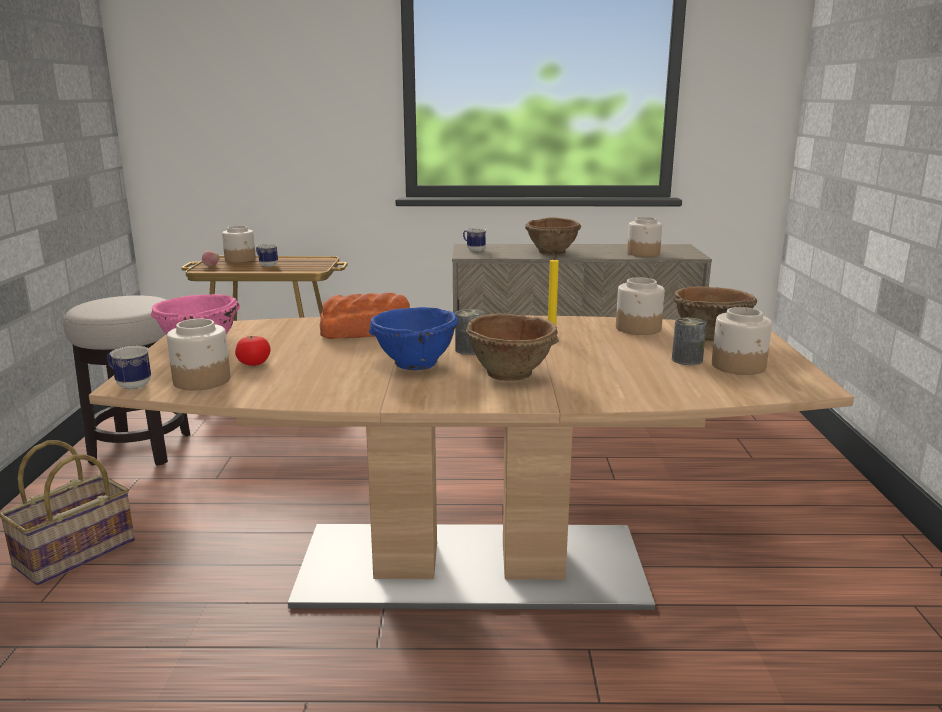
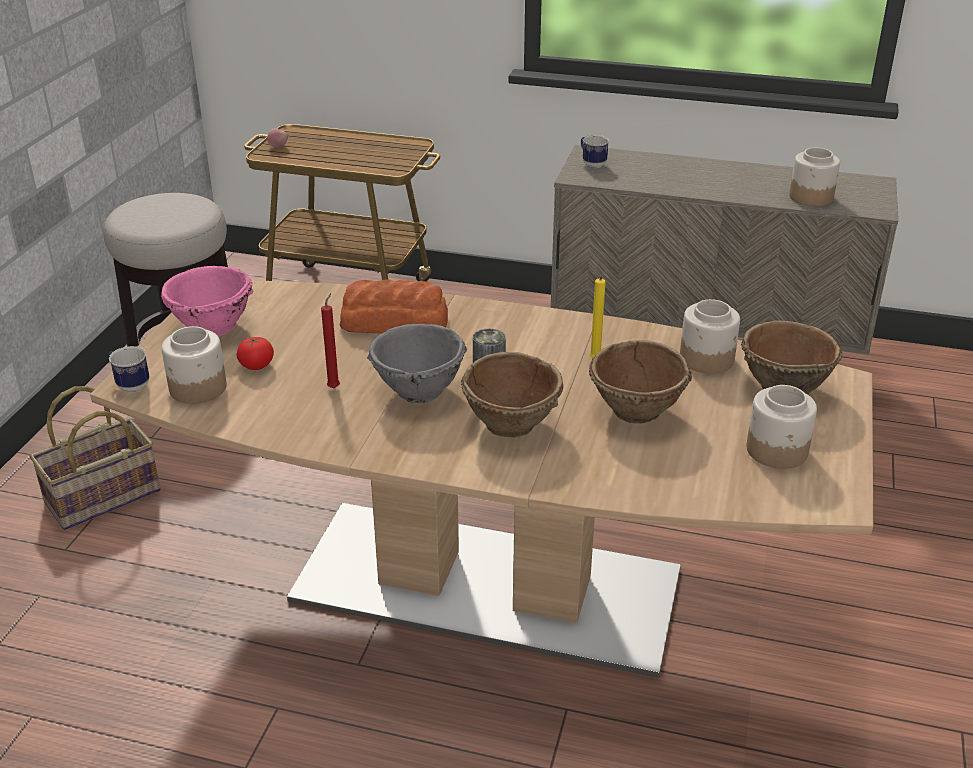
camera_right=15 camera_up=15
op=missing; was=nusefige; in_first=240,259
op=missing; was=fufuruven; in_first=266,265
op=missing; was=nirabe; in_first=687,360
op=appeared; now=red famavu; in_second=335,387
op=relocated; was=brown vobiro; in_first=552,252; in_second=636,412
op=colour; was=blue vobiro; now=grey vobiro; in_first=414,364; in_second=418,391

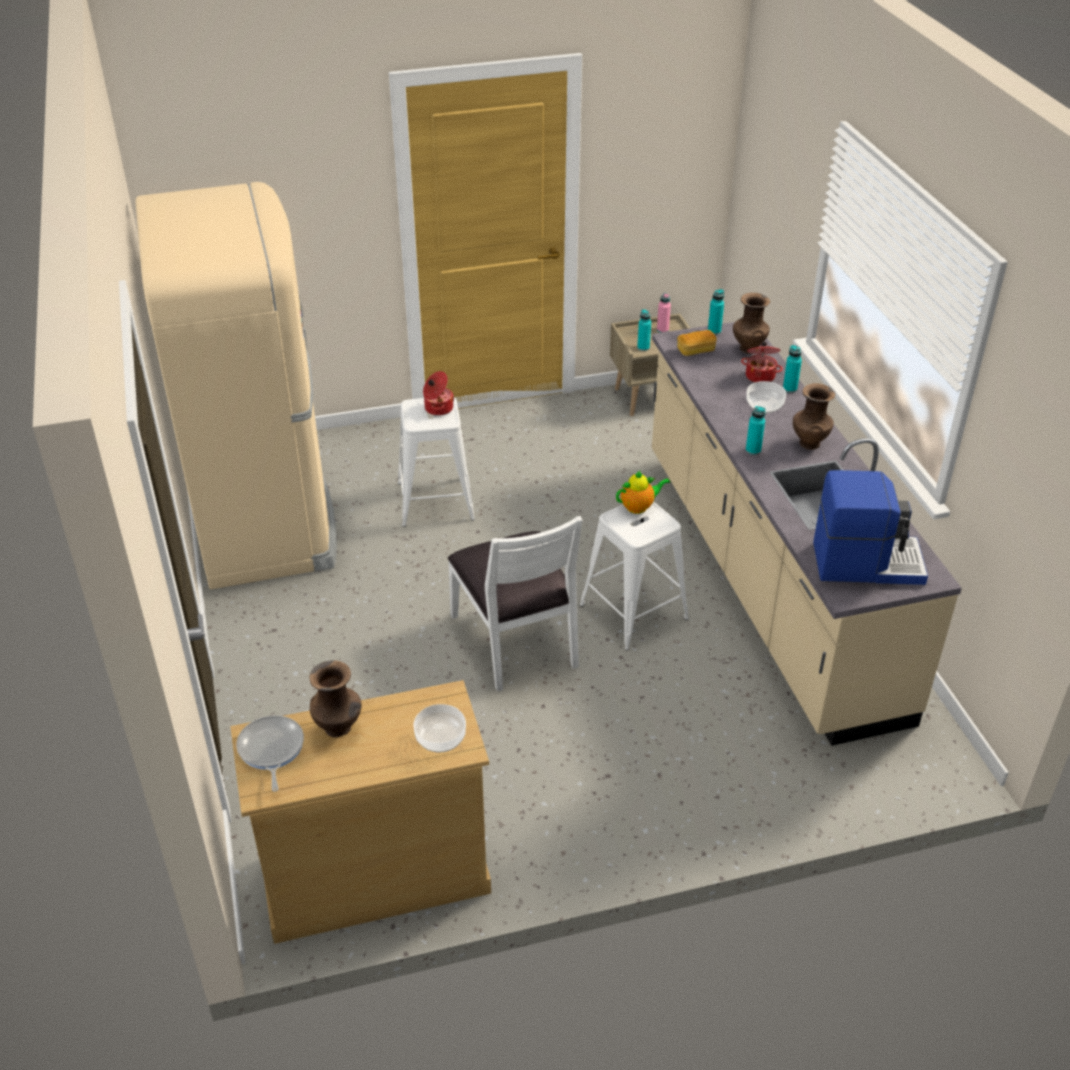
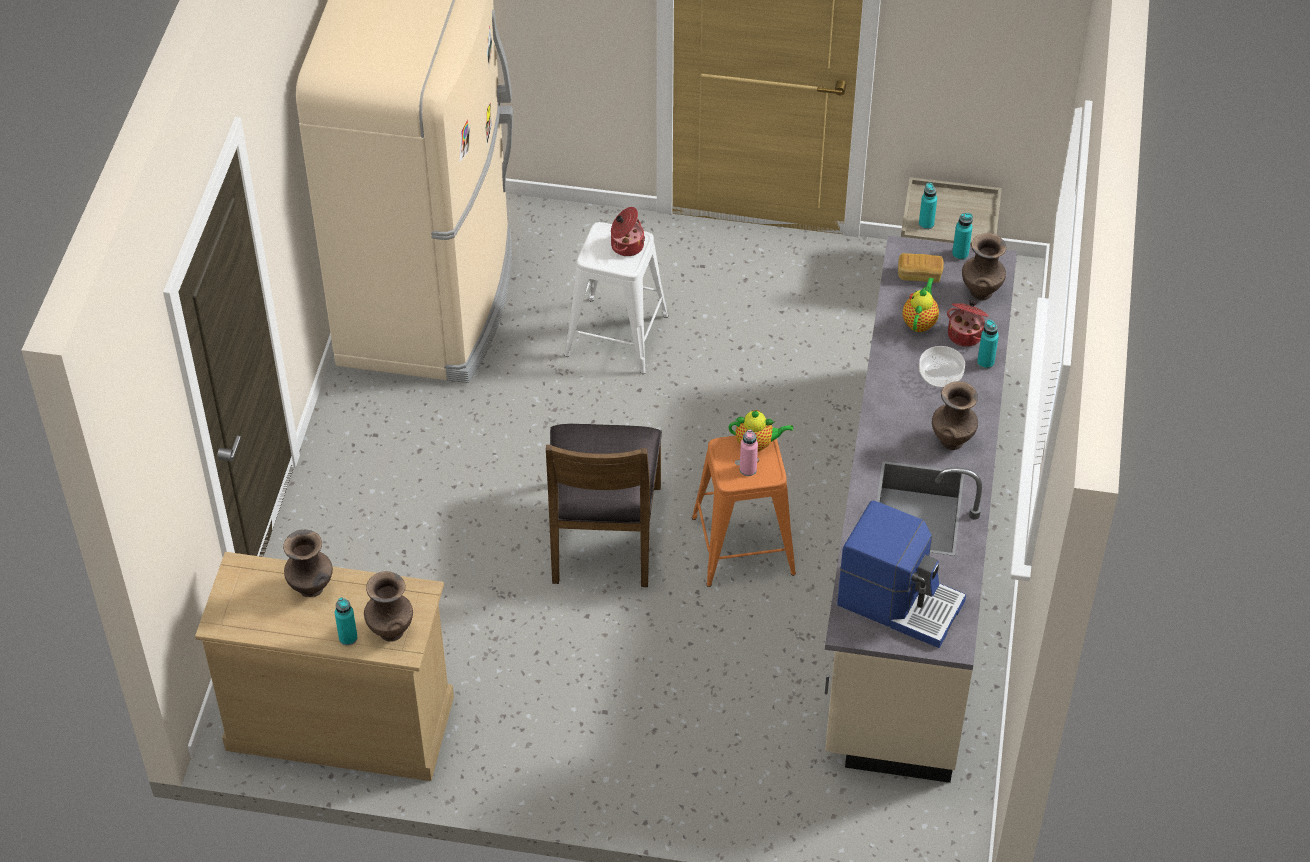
camera_right=25 camera_up=10
op=missing; was=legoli; in_first=271,750
op=appeared; now=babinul; in_second=920,322
op=relocated; was=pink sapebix; in_first=662,330; in_second=748,469
op=relocated; was=turquoise sapebix; in_first=753,450; in_second=348,638
op=exchanged; was=vobiro; now=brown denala; in_first=440,738; in_second=390,630
op=colour; was=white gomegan; now=brown gomegan; in_first=516,640; in_second=603,534
op=colour; was=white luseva; now=orange luseva; in_first=633,612; in_second=743,545

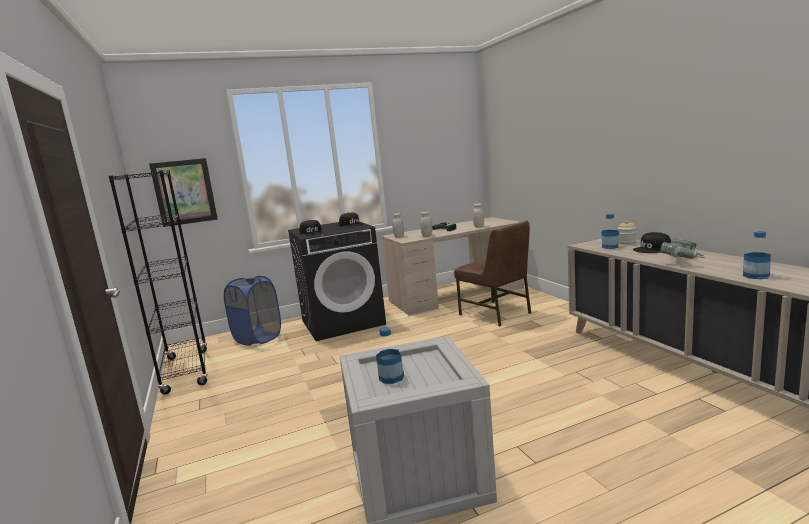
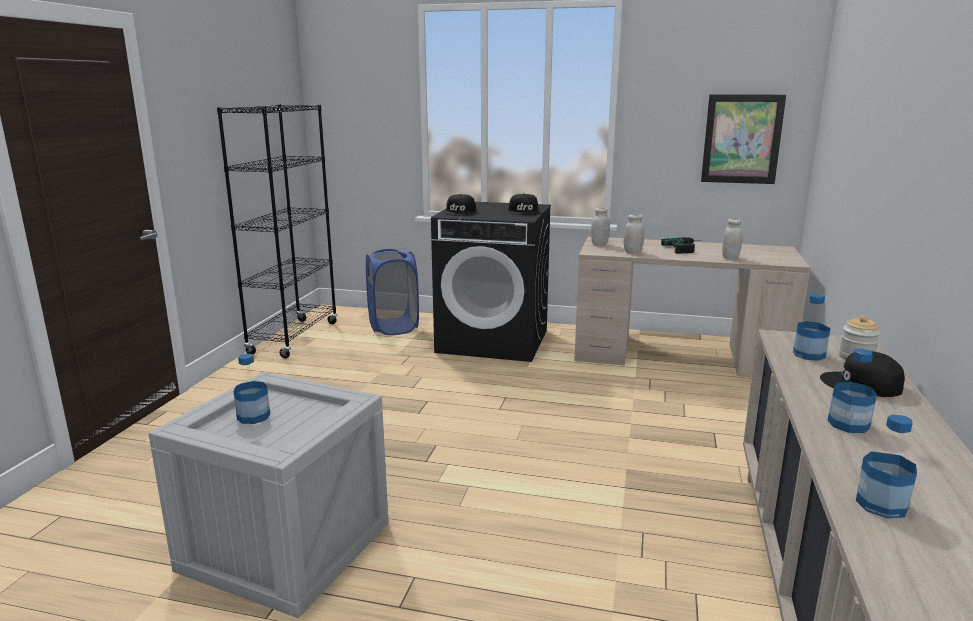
camera_right=35 camera_up=5
op=missing; was=brown gomegan; in_first=496,314
op=relocated; was=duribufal; in_first=184,192; in_second=742,139
op=exchanged; was=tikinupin; now=sapebix; in_first=683,260; in_second=848,424

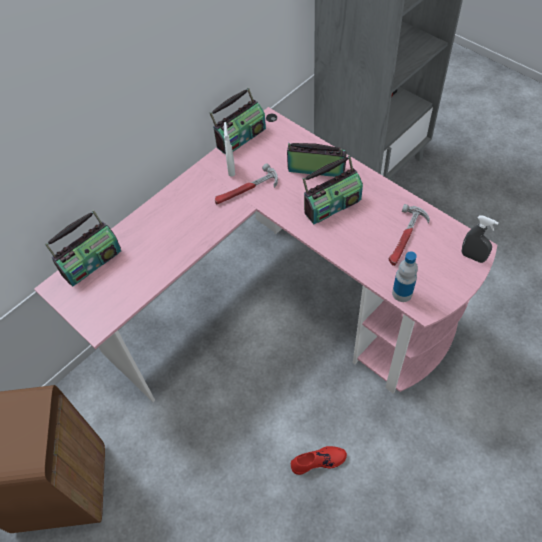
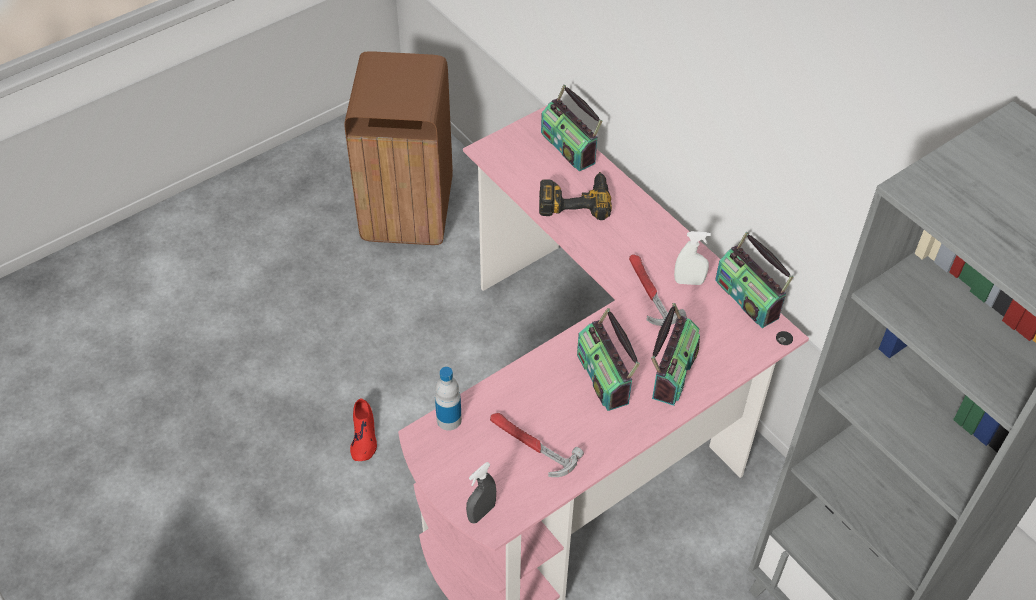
camera_right=95 camera_up=-5
op=appeared; now=tikinupin; in_second=574,199

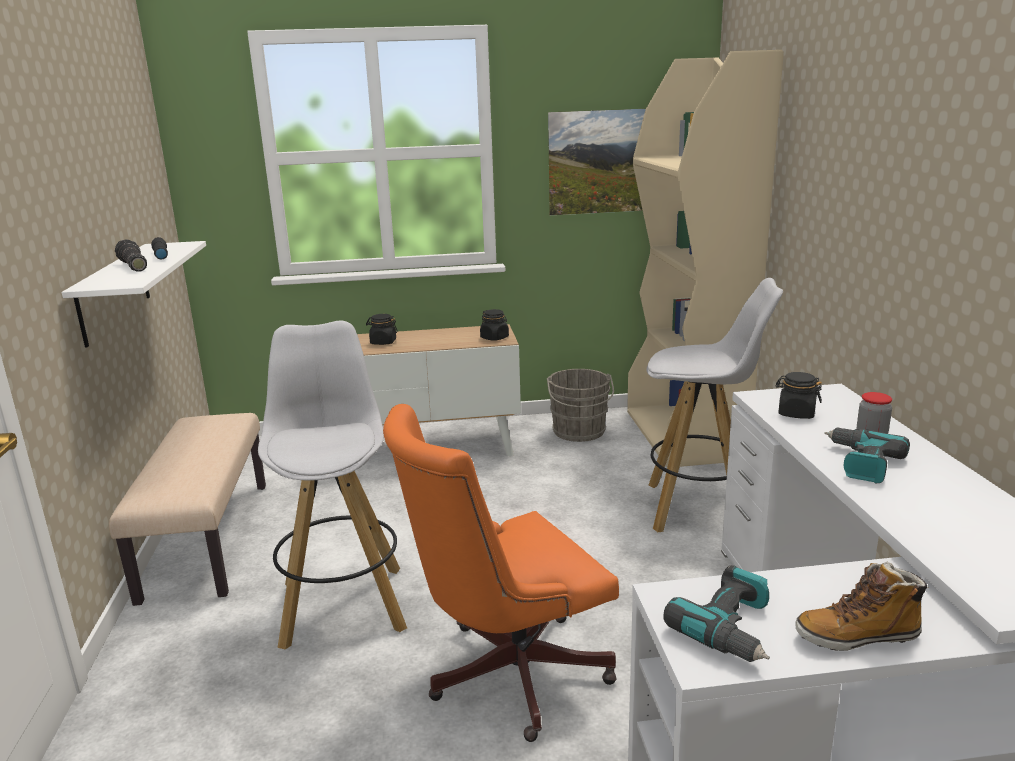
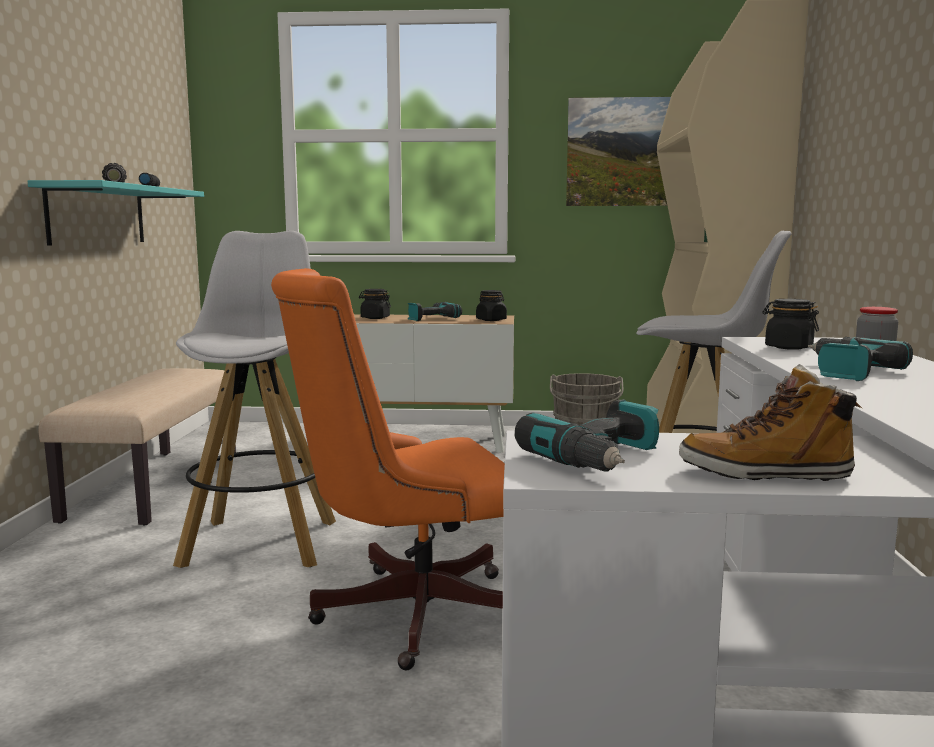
camera_right=10 camera_up=-10
op=appeared; now=tikinupin; in_second=431,318
op=colour; was=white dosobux; now=turquoise dosobux; in_first=114,292; in_second=97,215

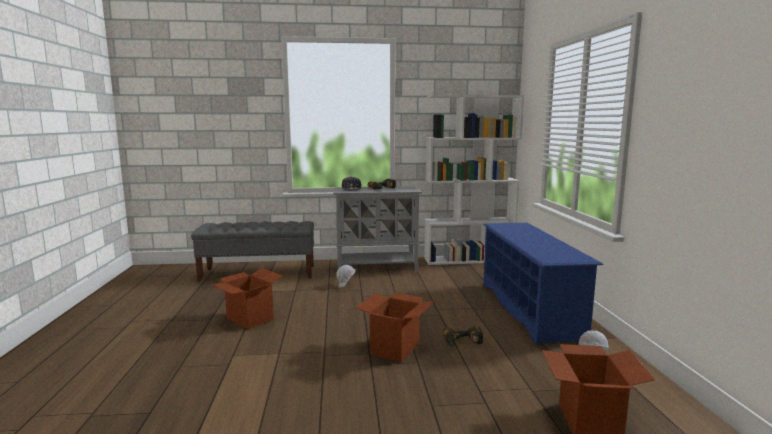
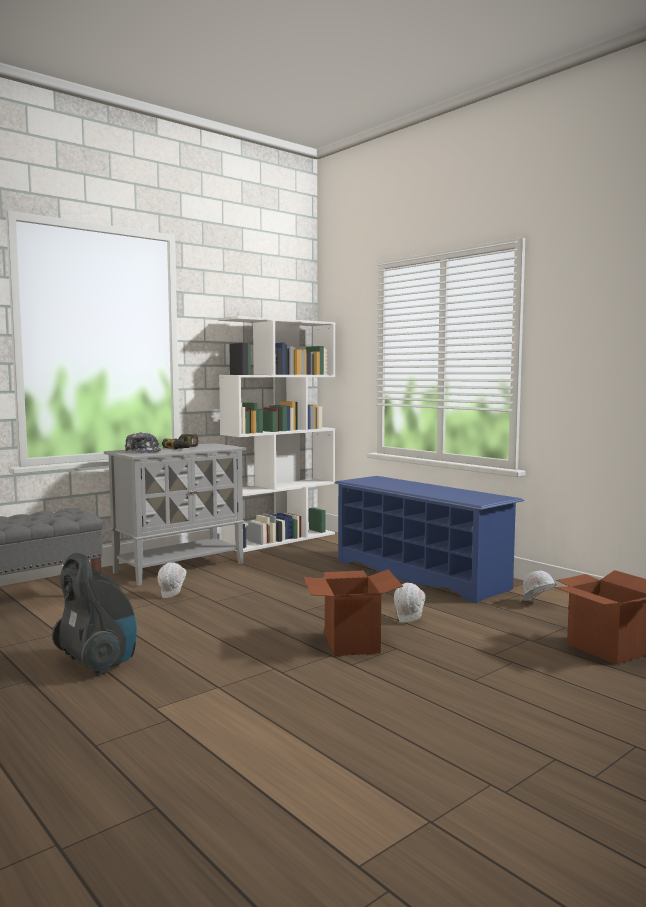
camera_right=-35 camera_up=-5
op=exchanged; was=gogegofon; now=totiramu; in_first=249,319; in_second=98,663
op=exchanged; was=tikinupin; now=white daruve; in_first=463,342; in_second=410,619

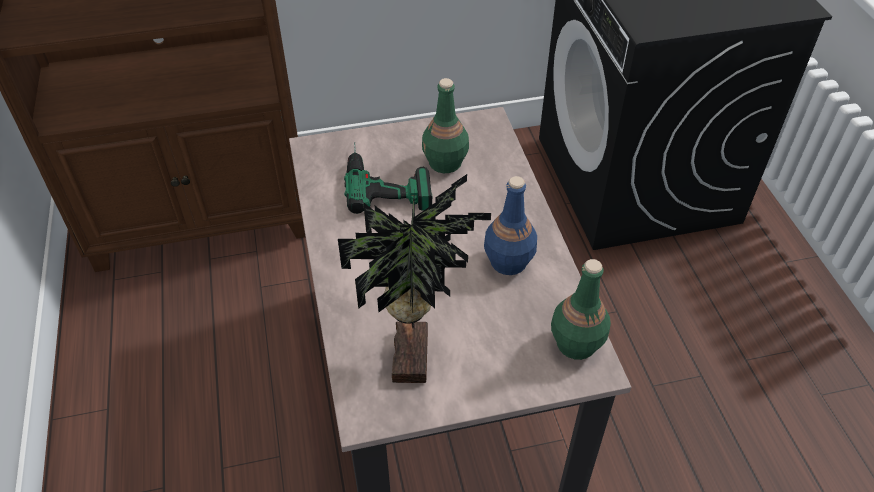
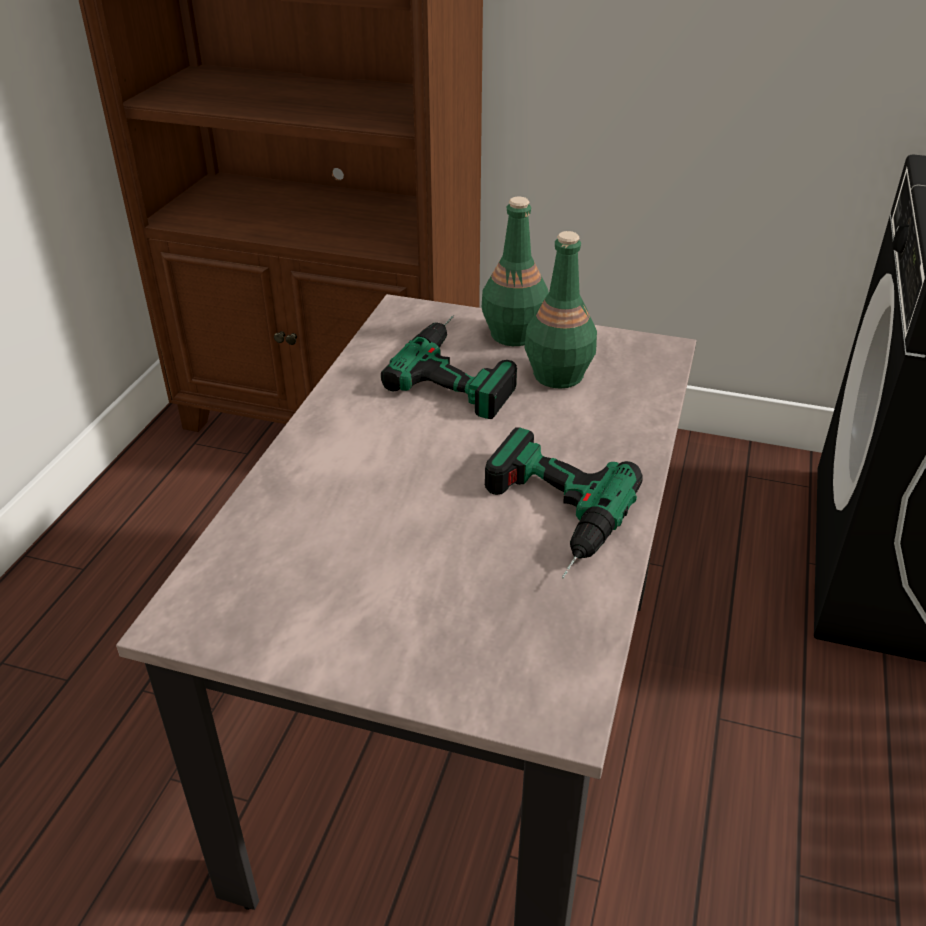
camera_right=30 camera_up=-10
op=missing; was=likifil; in_first=415,355
op=relocated; was=green sapebix; in_first=575,344; in_second=513,335
op=exchanged; was=blue sapebix; now=tikinupin; in_first=508,262; in_second=545,517

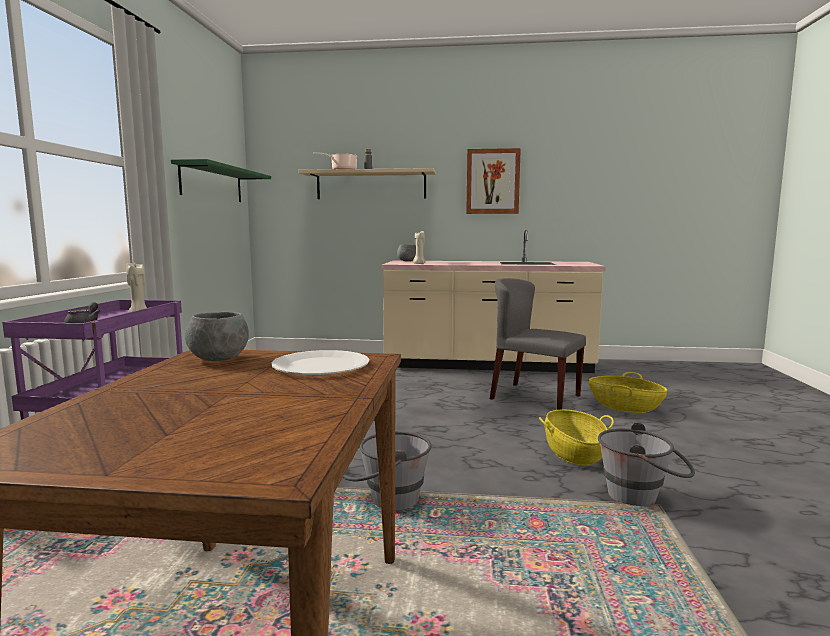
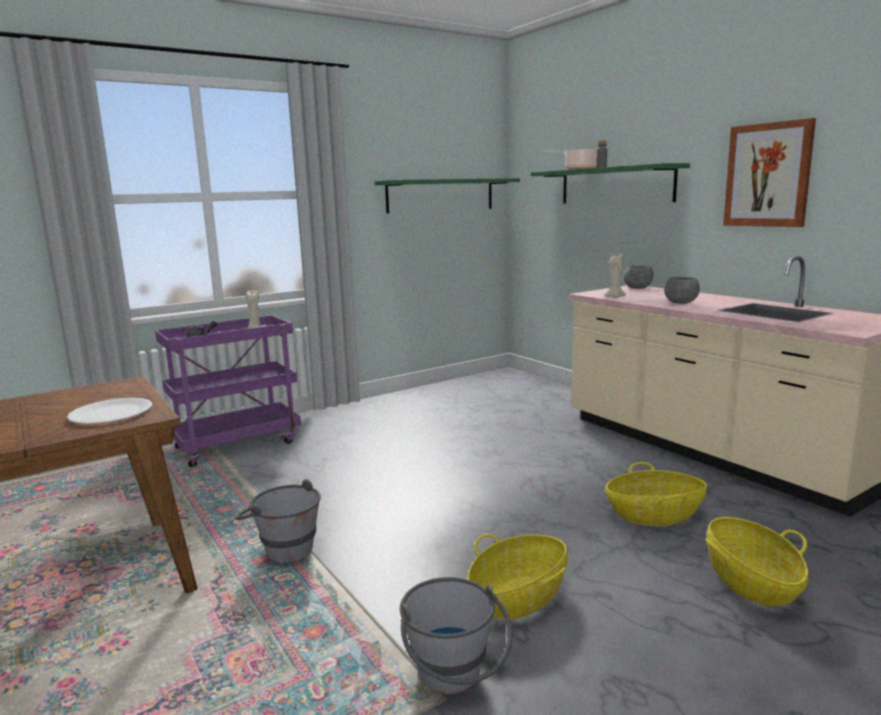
camera_right=50 camera_up=5
op=relocated; was=grey vobiro; in_first=218,359; in_second=680,303
op=exchanged; was=grey gomegan; now=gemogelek; in_first=534,397; in_second=654,515
op=colour; was=beige dosobux; now=green dosobux; in_first=371,185; in_second=615,185

